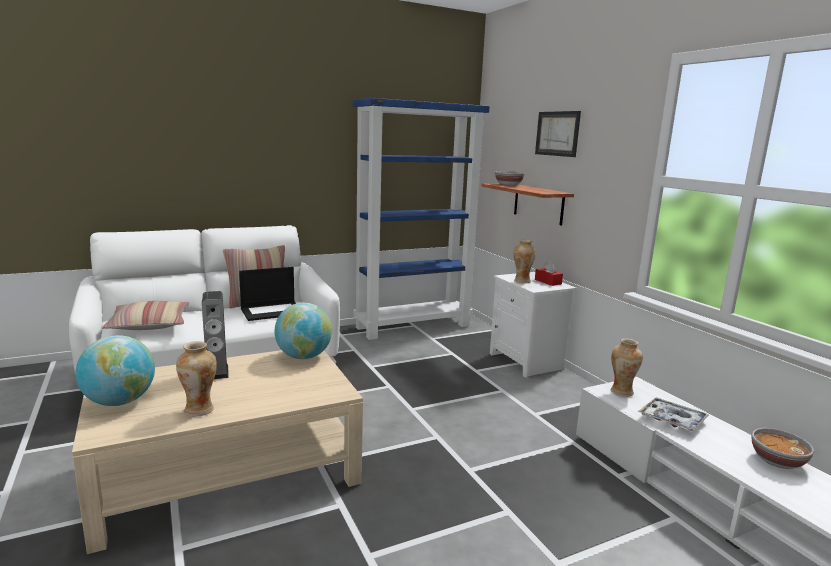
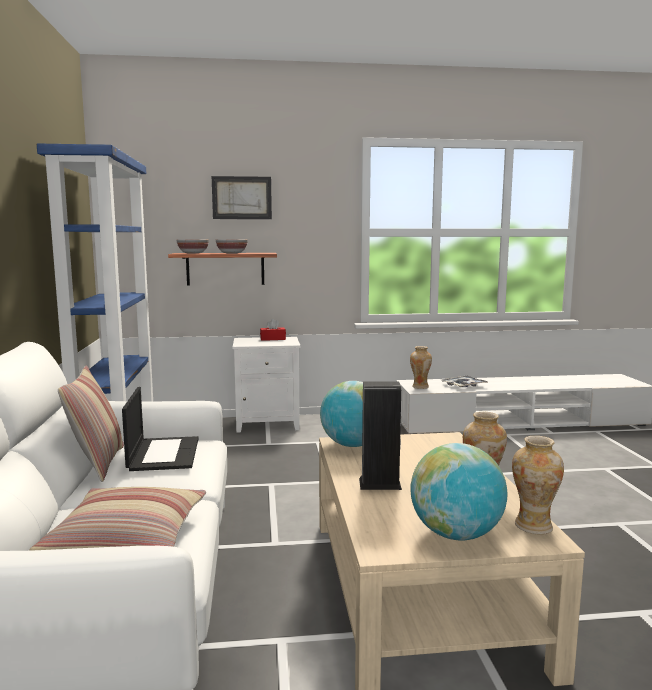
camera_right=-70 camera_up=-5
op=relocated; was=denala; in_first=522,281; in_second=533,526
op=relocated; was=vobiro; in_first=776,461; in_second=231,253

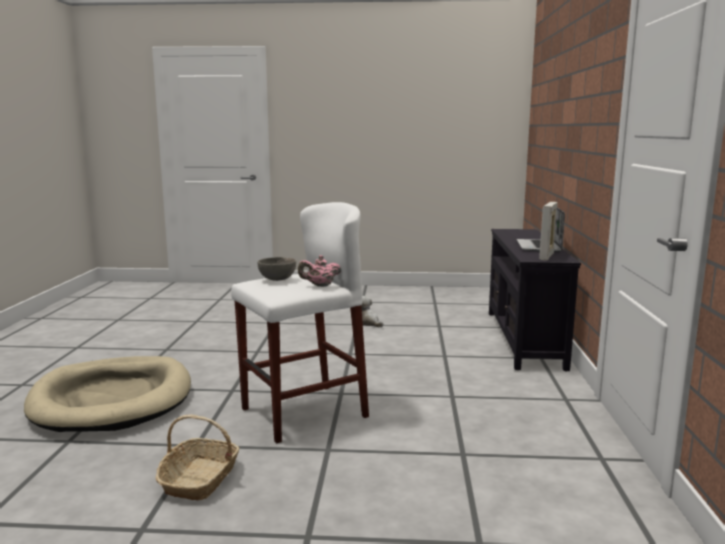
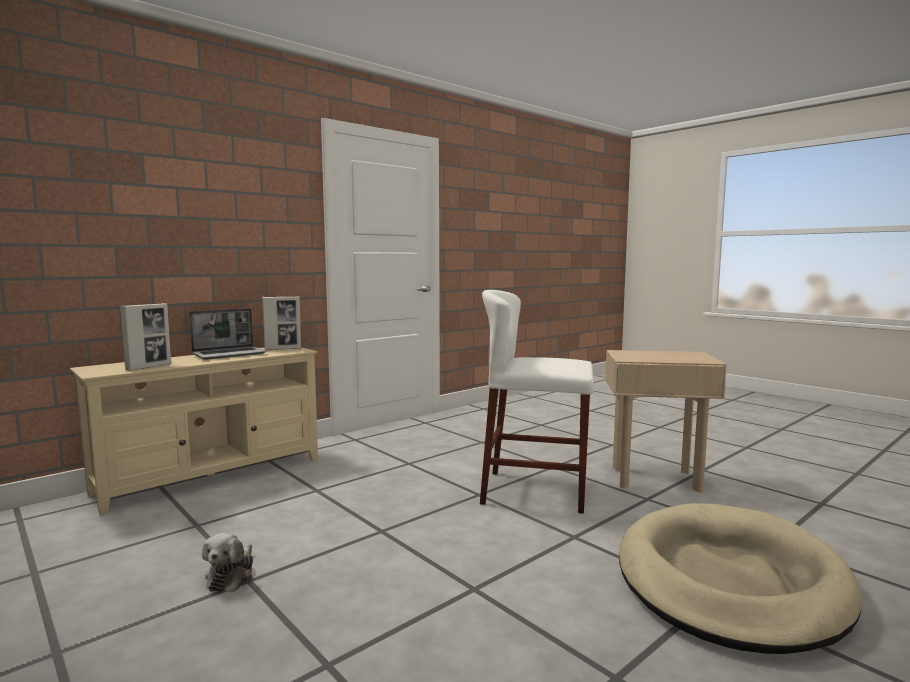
camera_right=-135 camera_up=-5
op=missing; was=grey vobiro; in_first=278,280
op=missing; was=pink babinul; in_first=320,286
op=appeared; now=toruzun; in_second=149,367
op=exchanged; was=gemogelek; now=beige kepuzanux; in_first=200,479; in_second=656,479
op=colour; was=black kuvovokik; now=beige kuvovokik; in_first=524,339; in_second=211,476

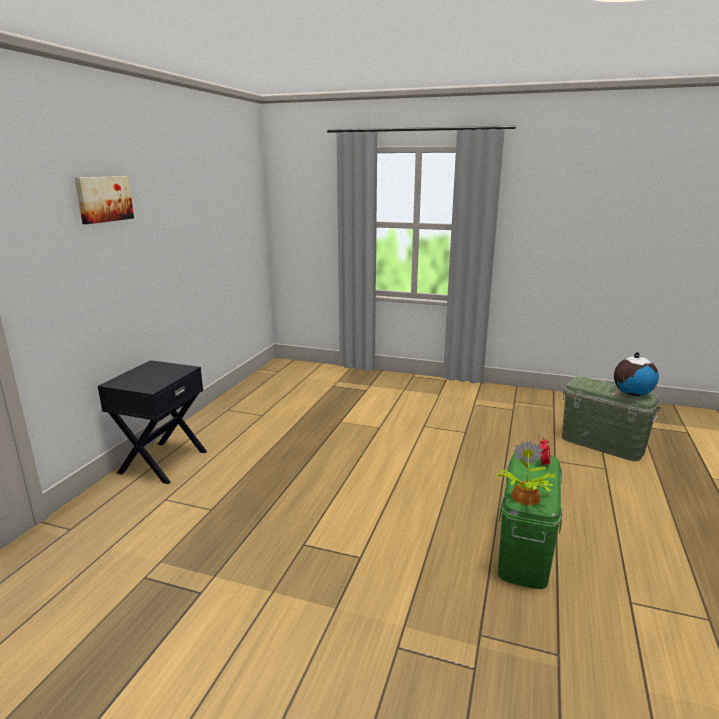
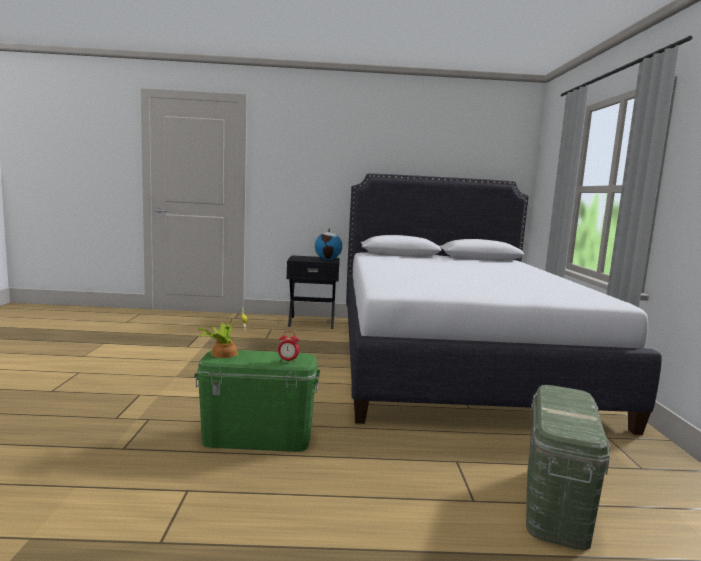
camera_right=70 camera_up=-10
op=missing; was=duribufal; in_first=103,199
op=appeared; now=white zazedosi; in_second=453,361
op=relocated; was=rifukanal; in_first=631,394; in_second=328,259

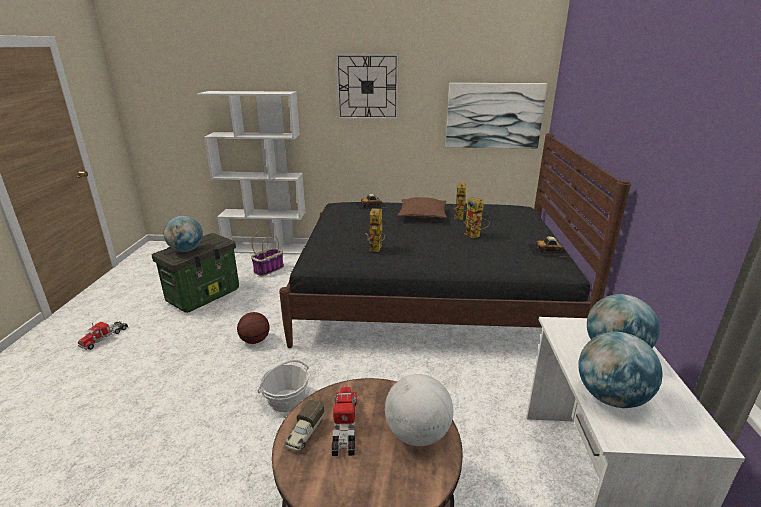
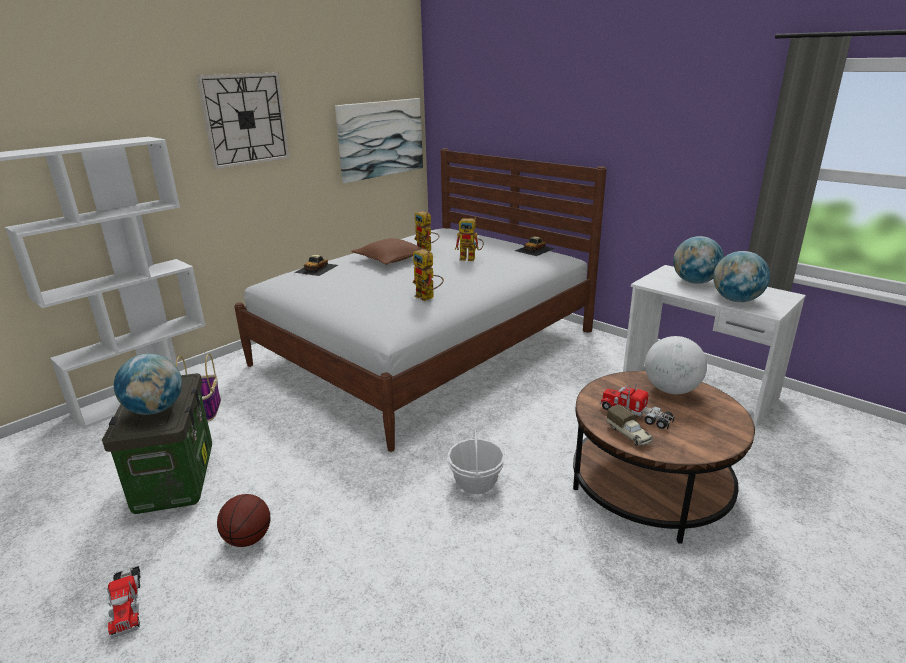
camera_right=-50 camera_up=0
op=relocated; was=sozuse; in_first=255,340; in_second=248,539
op=colour; was=black zazedosi; now=white zazedosi; in_first=429,297; in_second=426,347

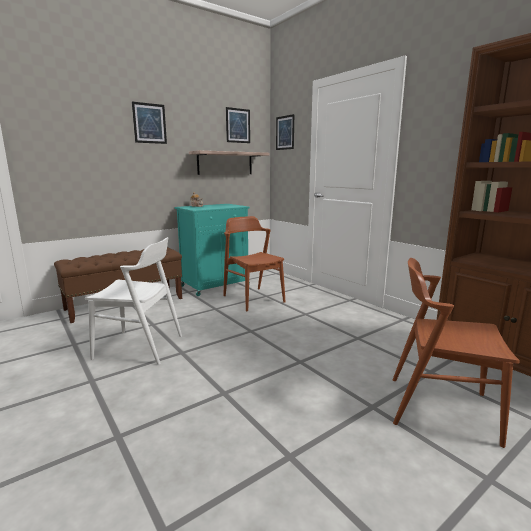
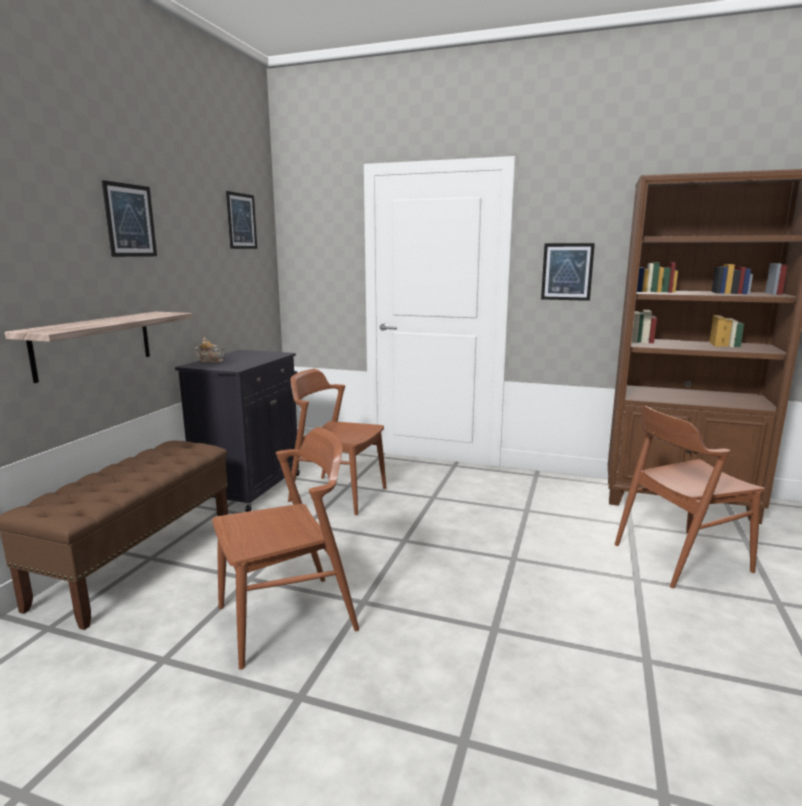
camera_right=-35 camera_up=0
op=relocated; was=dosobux; in_first=225,163; in_second=94,344
op=relocated; was=duribufal; in_first=285,132; in_second=567,271
op=colour; was=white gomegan; now=brown gomegan; in_first=139,347; in_second=287,618
op=colour; was=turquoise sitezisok; now=black sitezisok; in_first=216,285; in_second=250,487

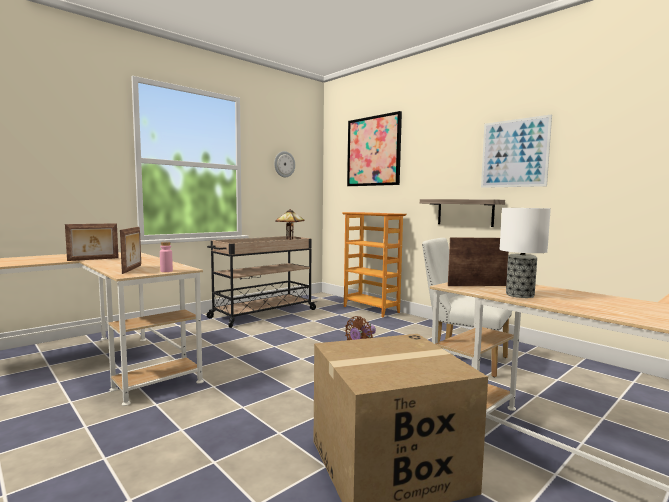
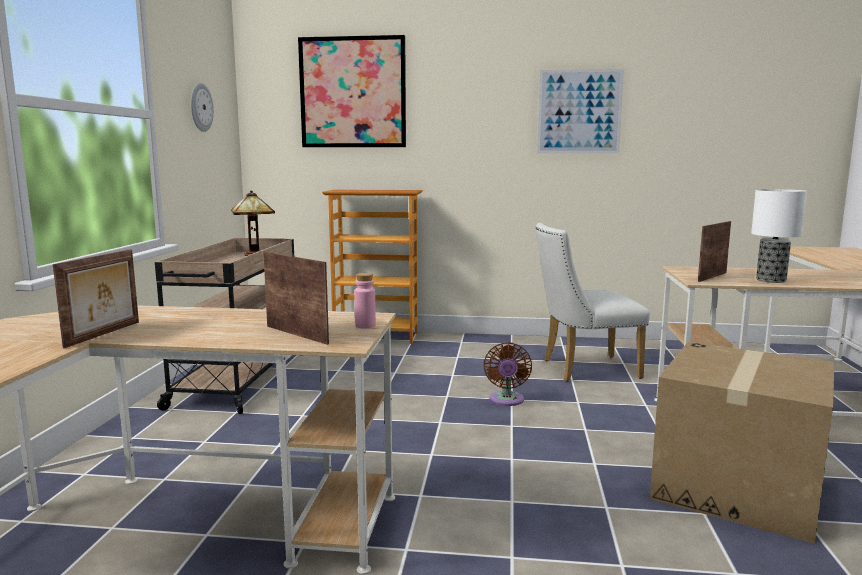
camera_right=-40 camera_up=5
op=missing; was=dosobux; in_first=465,212

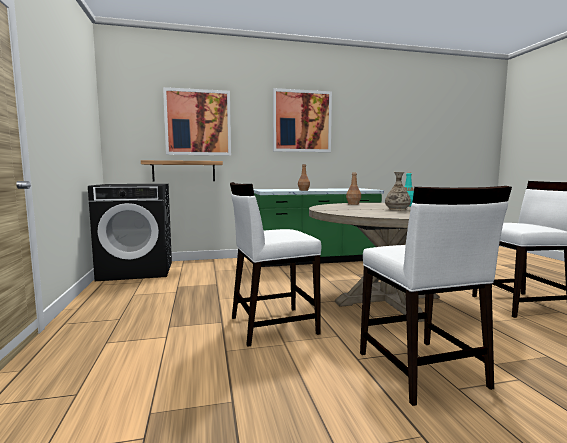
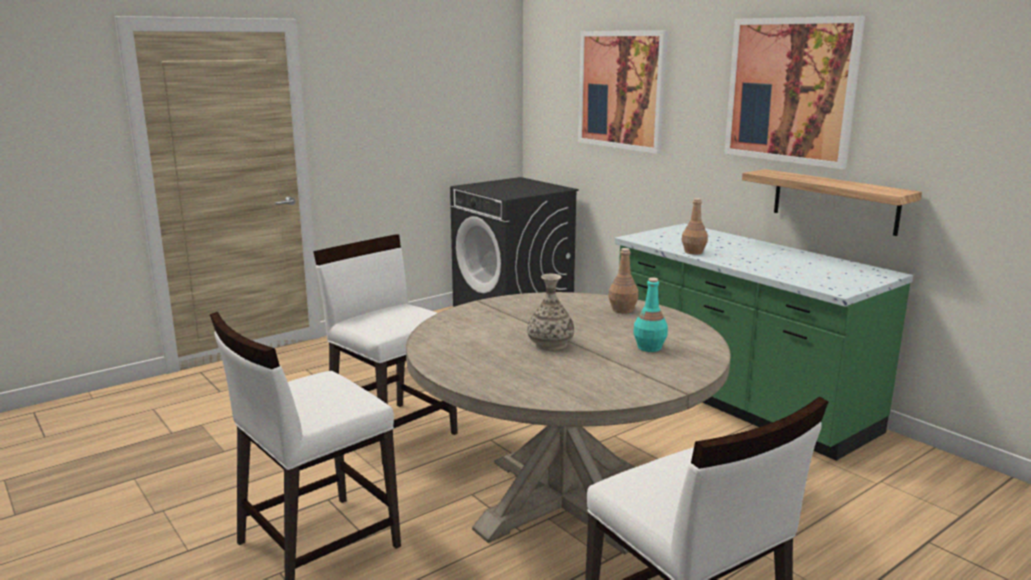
camera_right=65 camera_up=10
op=relocated; was=dosobux; in_first=184,171; in_second=834,201

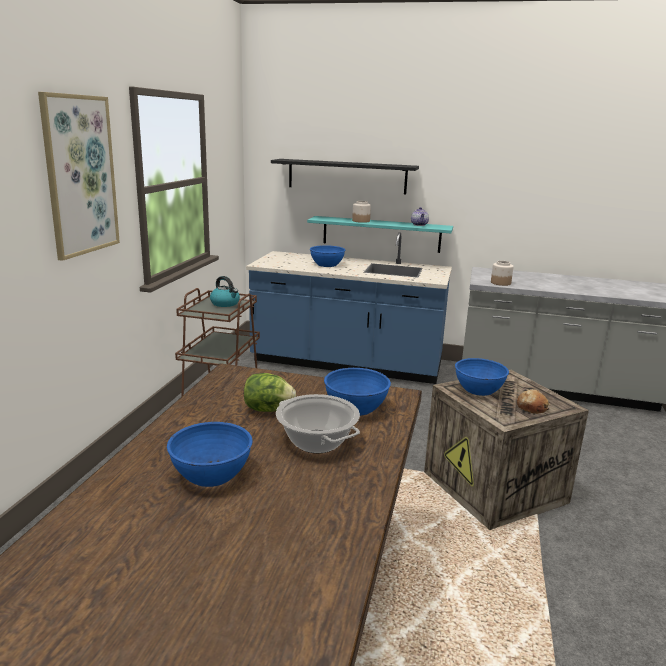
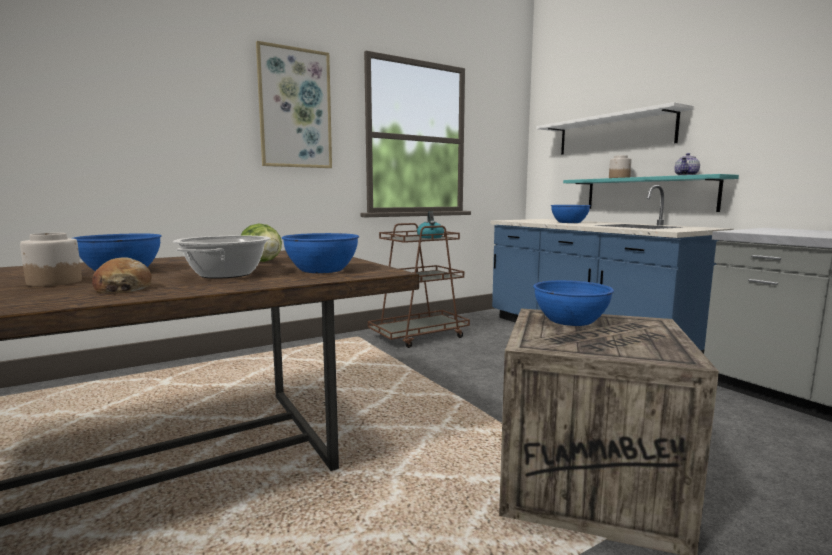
camera_right=45 camera_up=-10
op=relocated; was=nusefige; in_first=500,283; in_second=54,282
op=relocated; was=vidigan; in_first=532,407; in_second=123,288
op=colour; was=black dosobux; now=white dosobux; in_first=347,176; in_second=613,134

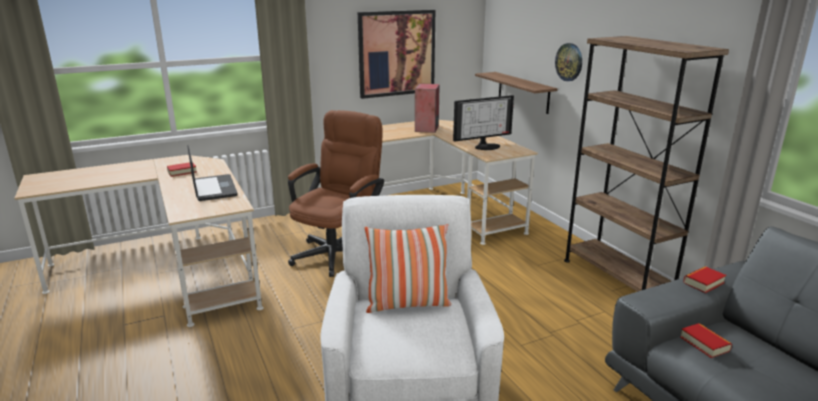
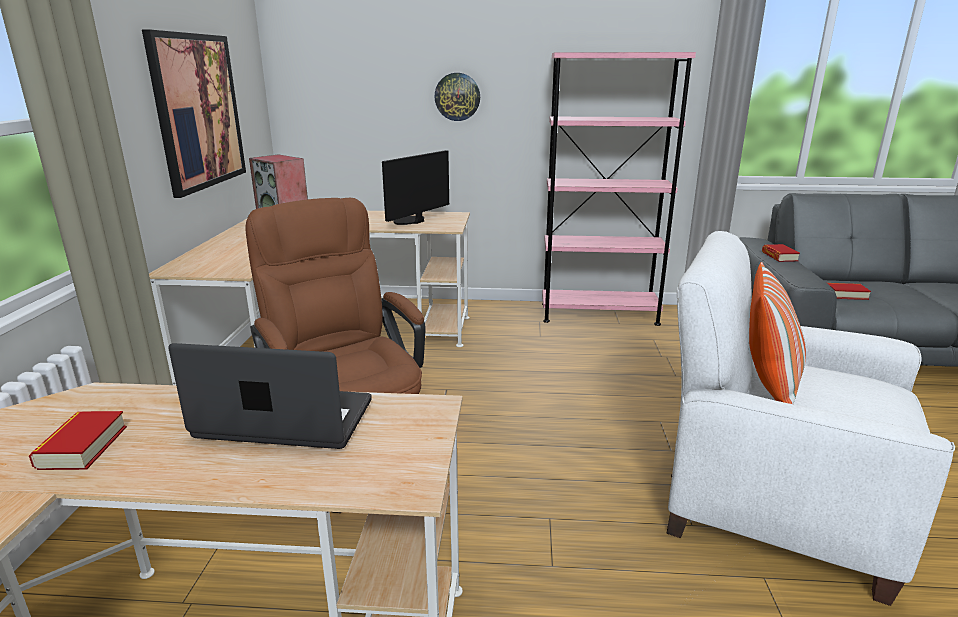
camera_right=-60 camera_up=0
op=missing; was=dosobux; in_first=523,92
op=colour; was=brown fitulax; now=pink fitulax; in_first=616,278; in_second=599,314
op=spun; was=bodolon; in_first=486,146; in_second=411,221; clockwise=-150

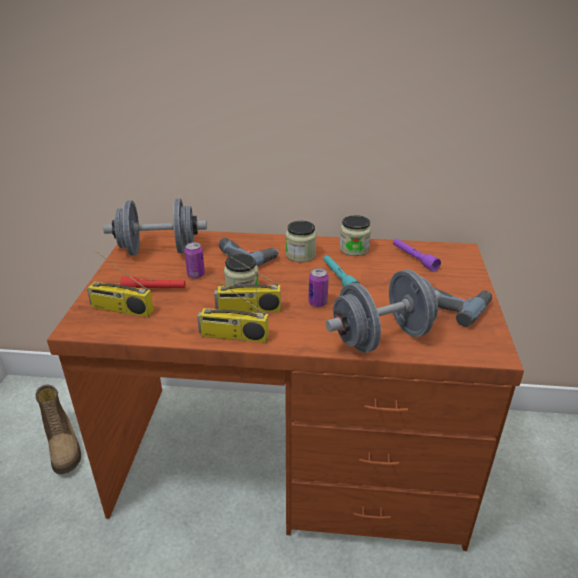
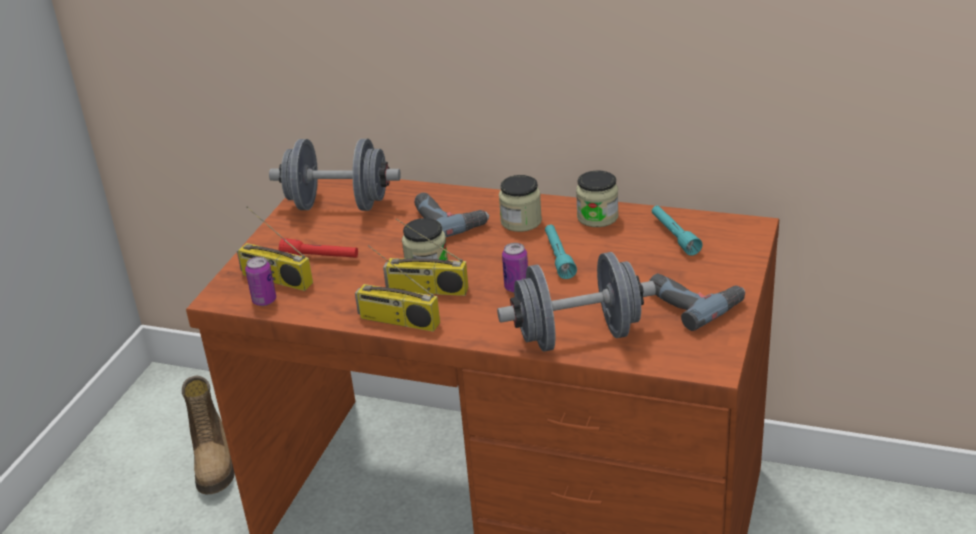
camera_right=15 camera_up=0
op=relocated; was=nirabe; in_first=196,275; in_second=264,300
op=colour; was=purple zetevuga; now=turquoise zetevuga; in_first=414,259; in_second=674,236

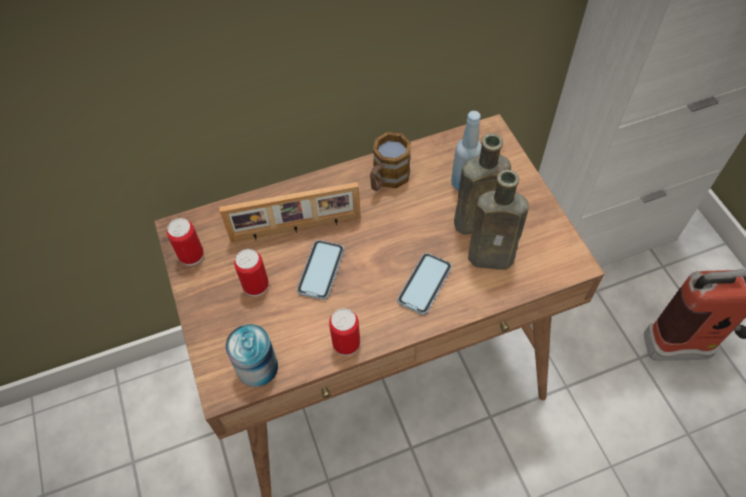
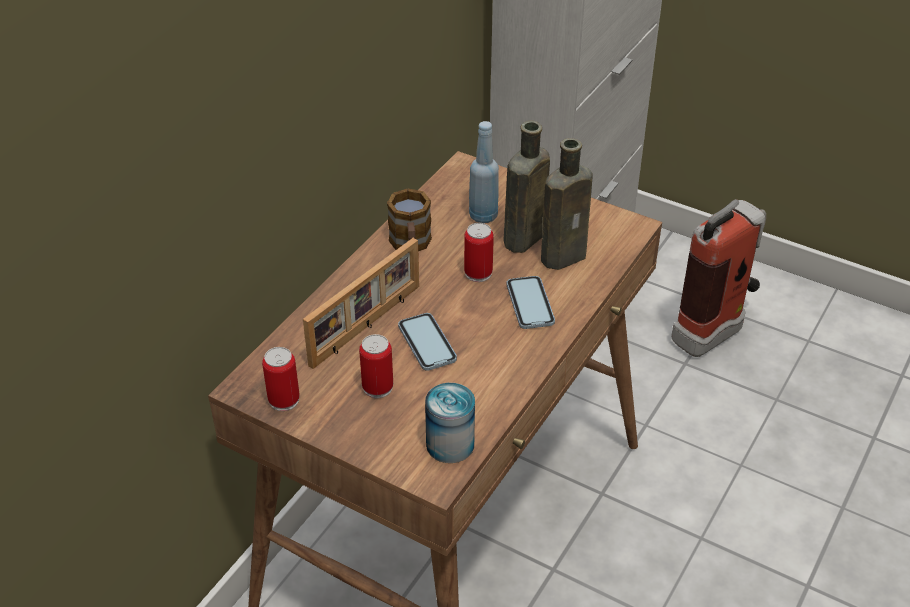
camera_right=-40 camera_up=-15
op=relocated; was=nirabe; in_first=346,343; in_second=478,273

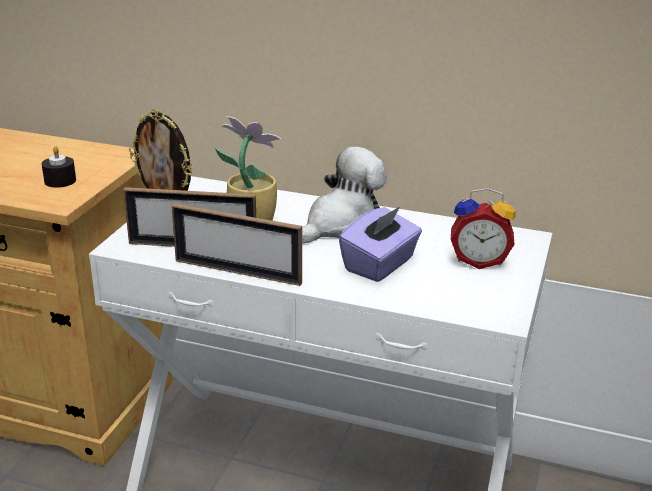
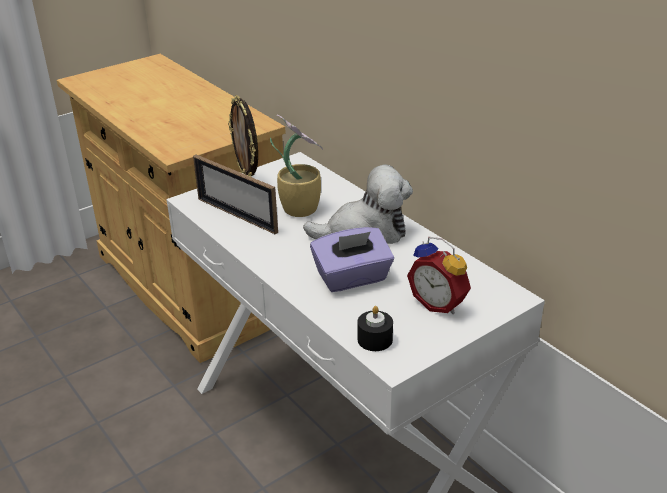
camera_right=35 camera_up=5
op=missing; was=toruzun; in_first=237,272
op=relocated; was=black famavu; in_first=60,181; in_second=375,339

